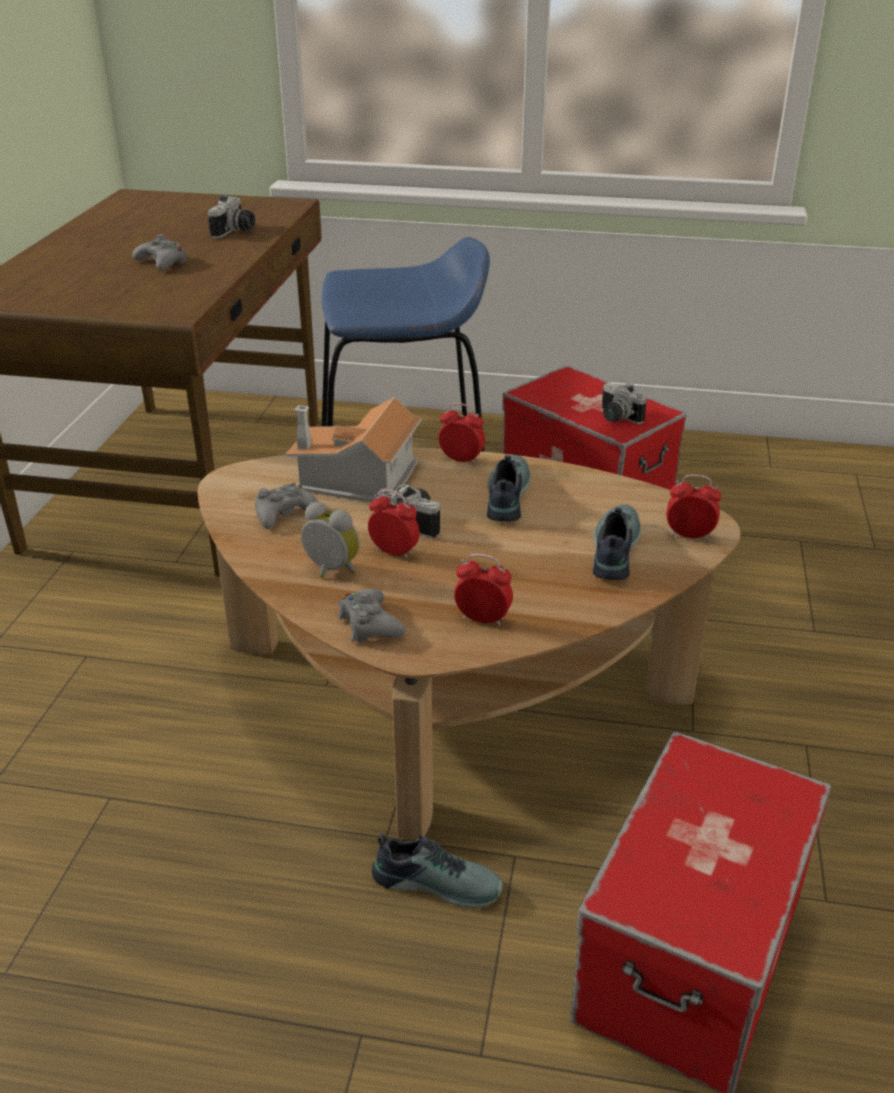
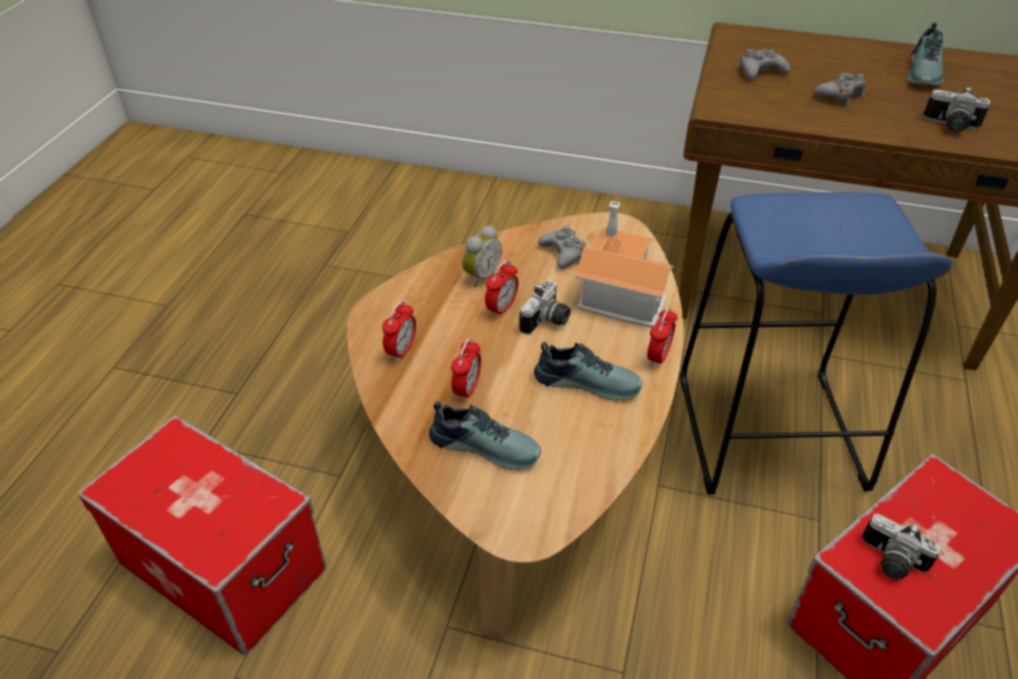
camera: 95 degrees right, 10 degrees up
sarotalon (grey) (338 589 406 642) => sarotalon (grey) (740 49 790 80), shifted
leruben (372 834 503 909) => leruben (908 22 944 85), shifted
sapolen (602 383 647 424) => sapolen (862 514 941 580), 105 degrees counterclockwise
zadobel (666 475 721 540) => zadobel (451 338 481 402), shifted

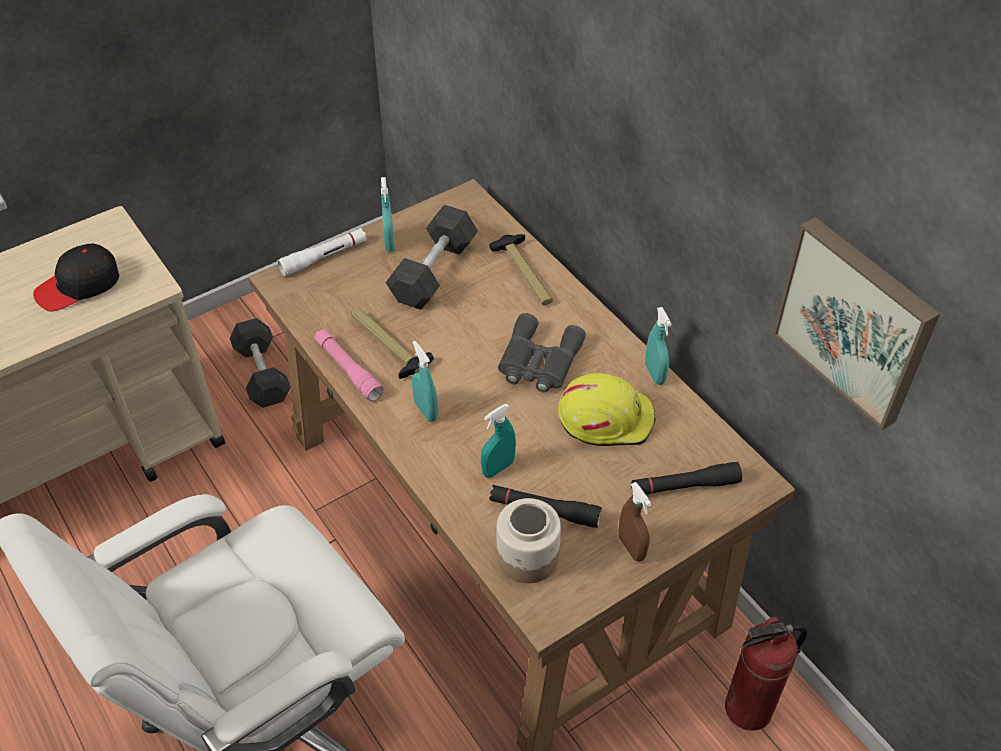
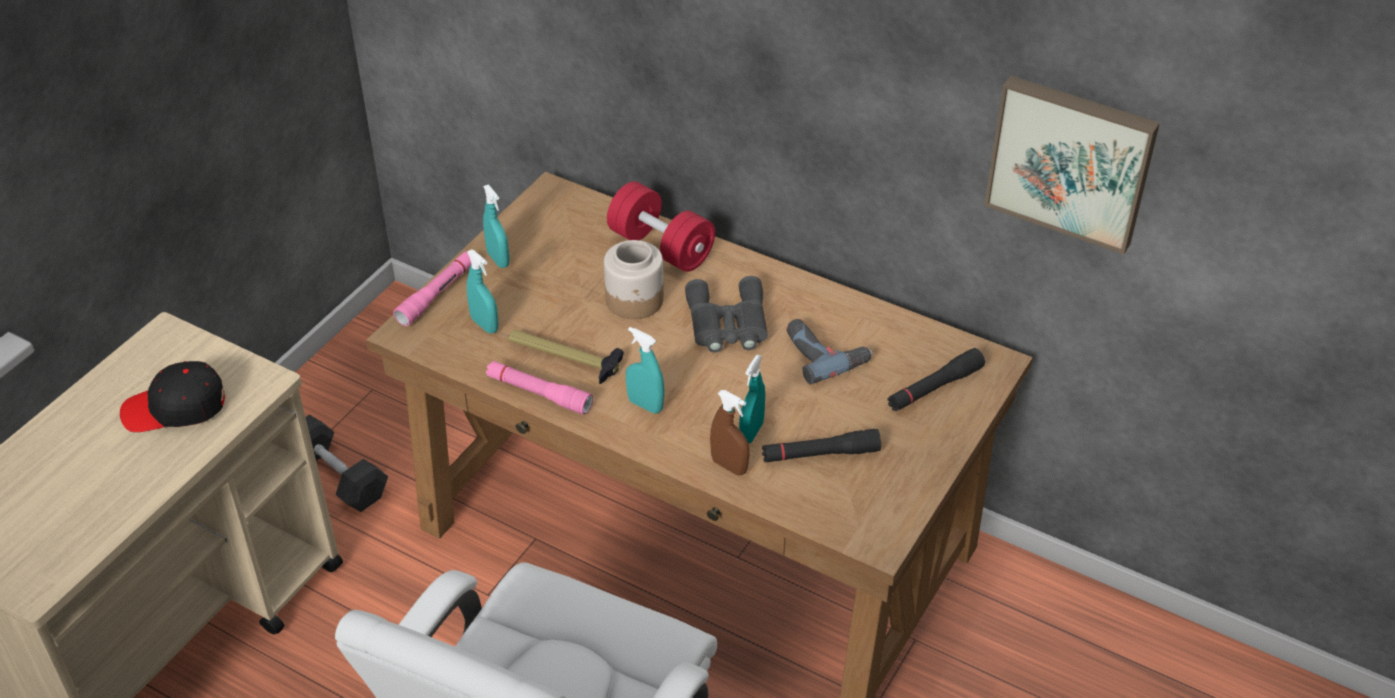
camera: 25 degrees left, 5 degrees down
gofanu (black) (33 243 119 312) => gofanu (black) (120 361 225 432), 45 degrees clockwise
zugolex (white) (277 228 367 276) => zugolex (pink) (393 252 471 326)
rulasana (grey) (386 205 478 310) => nothing
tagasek (489 234 553 305) => rulasana (red) (607 181 715 272)
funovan (497 498 561 583) => funovan (604 240 664 319), shifted
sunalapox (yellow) (558 373 656 446) => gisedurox (786 319 873 385)
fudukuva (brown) (619 482 651 562) => fudukuva (brown) (710 390 749 475), shifted
fudukuva (turquoise) (645 307 672 385) => fudukuva (turquoise) (467 249 499 333), shifted
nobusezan (725 617 807 731) => nothing

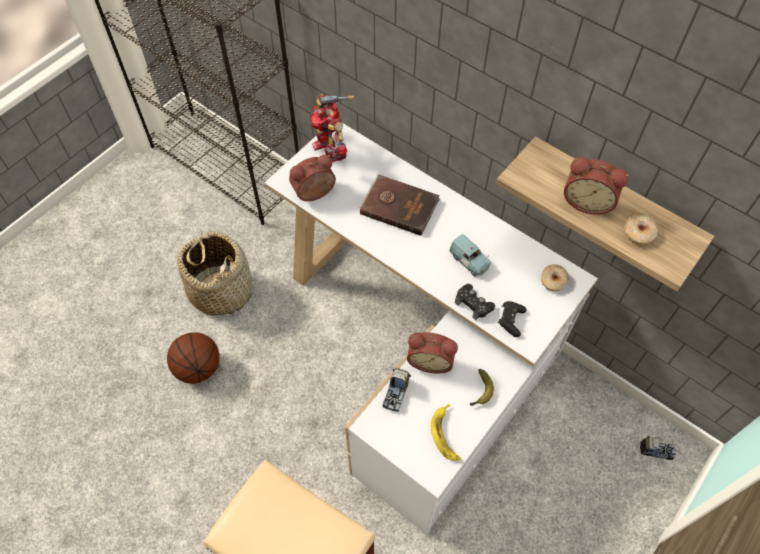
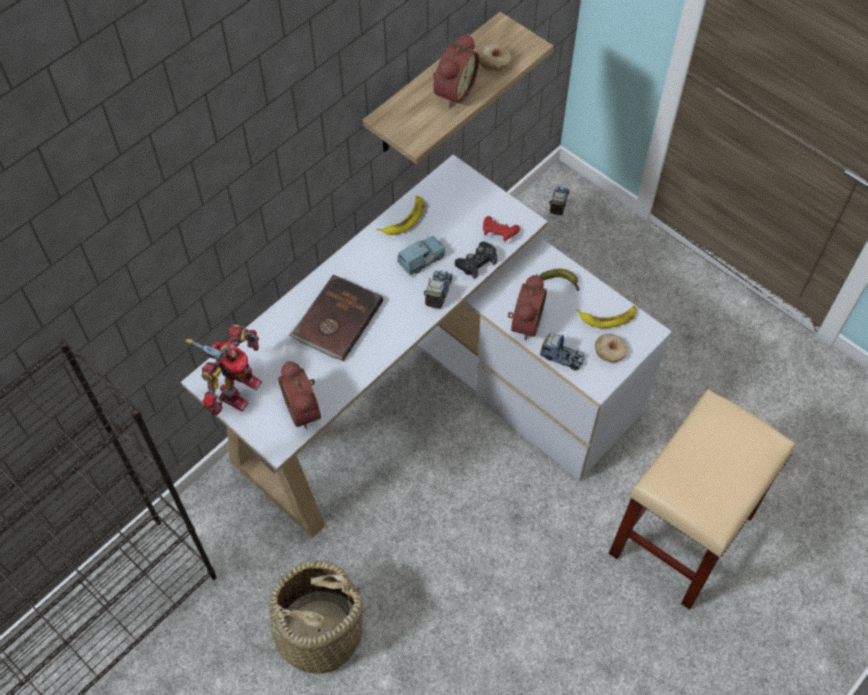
camera: 85 degrees left, 0 degrees up
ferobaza (167 332 220 384) => nothing
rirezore (310 94 354 162) => rirezore (185 325 262 415), 45 degrees counterclockwise
sarotalon (black) (498 301 526 337) => sarotalon (red) (483 216 520 242)
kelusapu (541 264 569 291) => kelusapu (595 333 627 363), shifted
nothing => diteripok (377 195 425 235)
nothing => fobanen (424 270 452 309)

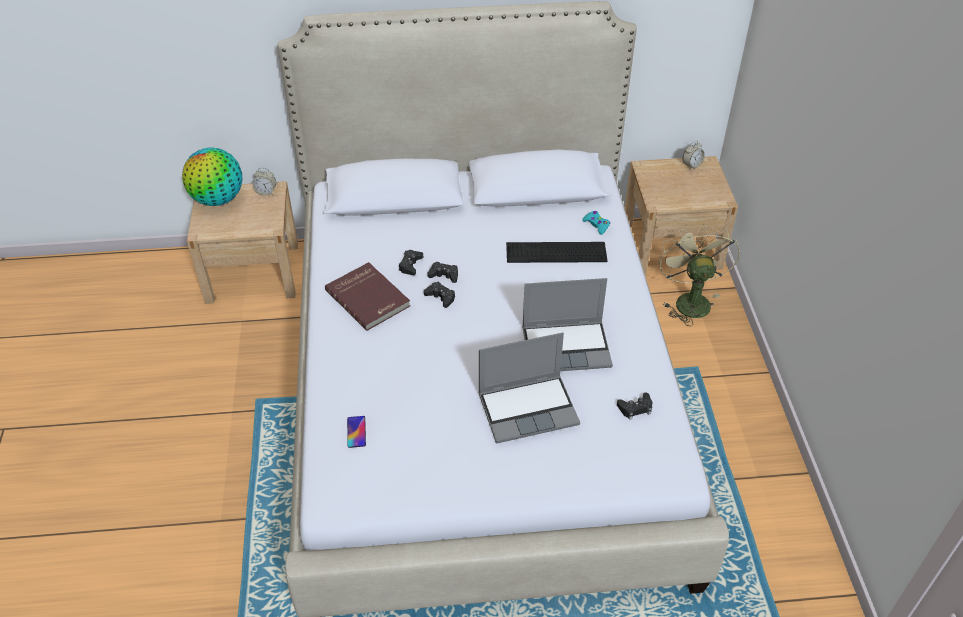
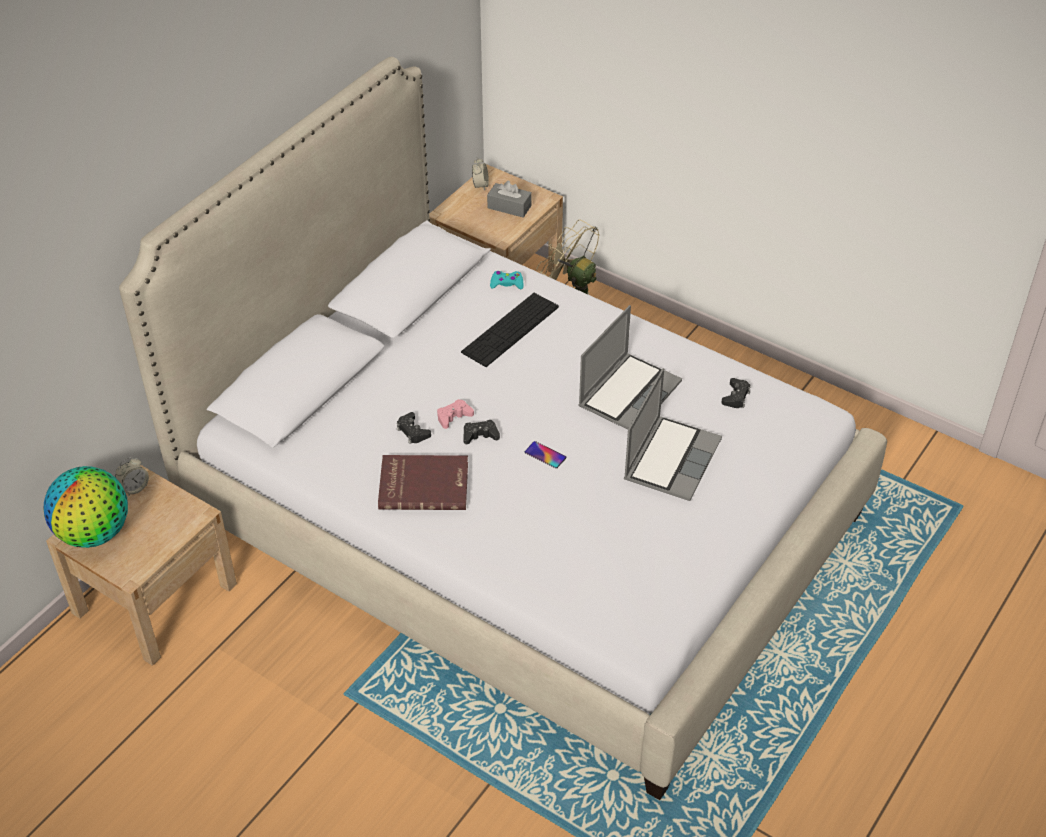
camera: 50 degrees left, 0 degrees up
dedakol (347 416 366 448) => dedakol (525 441 567 468), shifted
sarotalon (black) (427 262 458 283) => sarotalon (pink) (437 399 474 429)
nothing => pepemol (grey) (487 181 532 218)

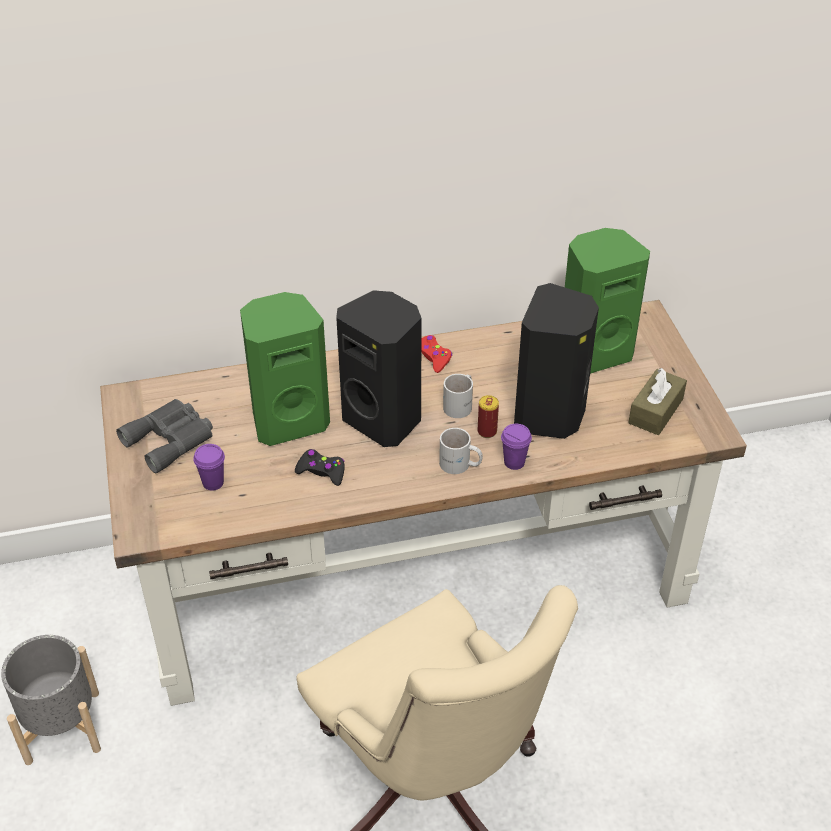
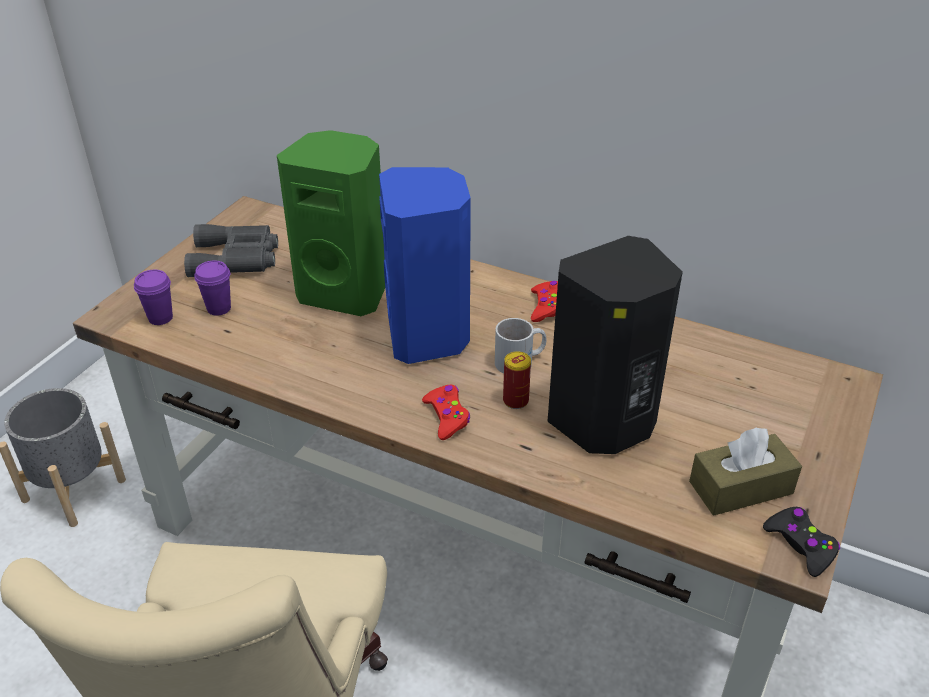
camera: 40 degrees right, 5 degrees down
sarotalon (black) (295 449 345 486) => sarotalon (black) (763 507 840 577), shifted
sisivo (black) (336 290 422 447) => sisivo (blue) (379 167 471 364)
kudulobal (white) (439 428 483 474) => sarotalon (red) (422 385 470 440)
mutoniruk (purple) (501 424 532 470) => mutoniruk (purple) (134 270 173 325), shifted
sisivo (green) (565 228 650 374) => nothing

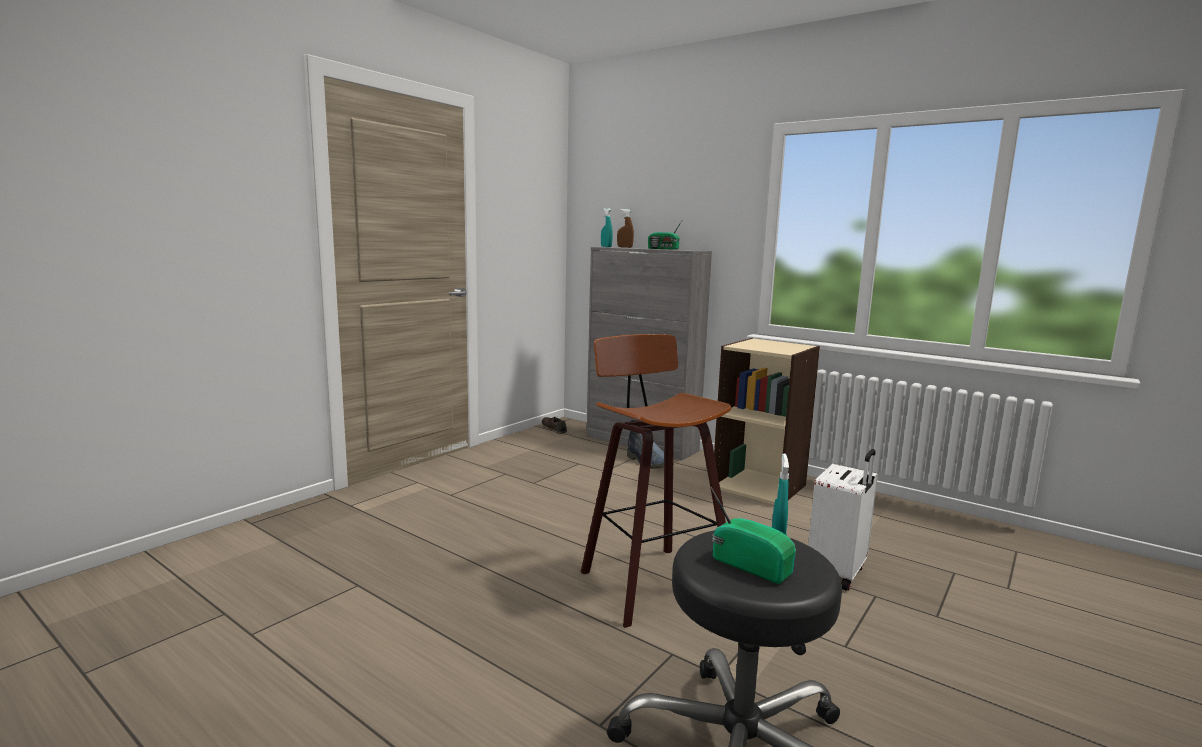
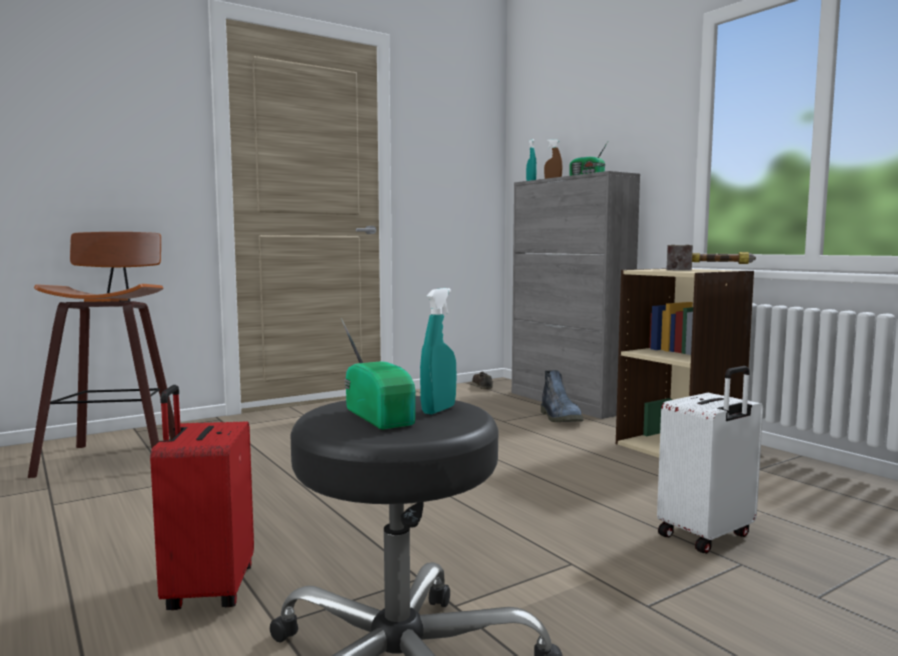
camera: 20 degrees right, 5 degrees down
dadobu (581 334 732 628) => dadobu (28 232 175 478), shifted
nothing => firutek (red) (150 385 254 610)
nothing => tagasek (667 245 756 271)

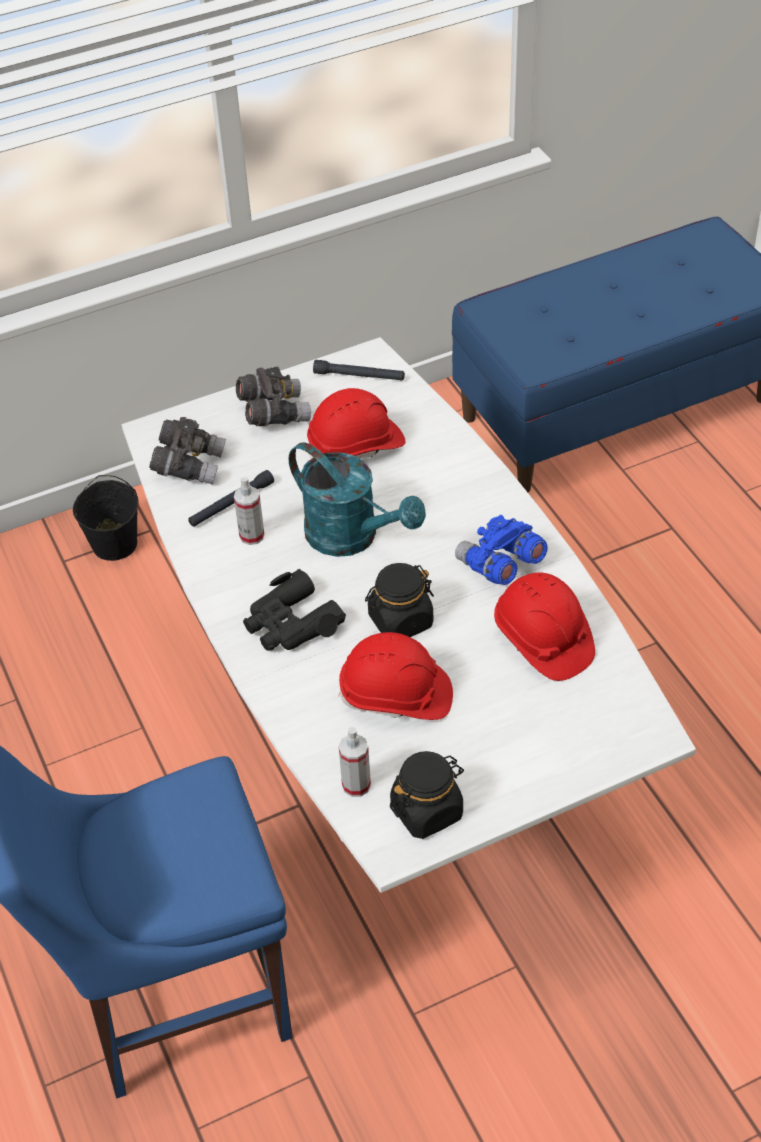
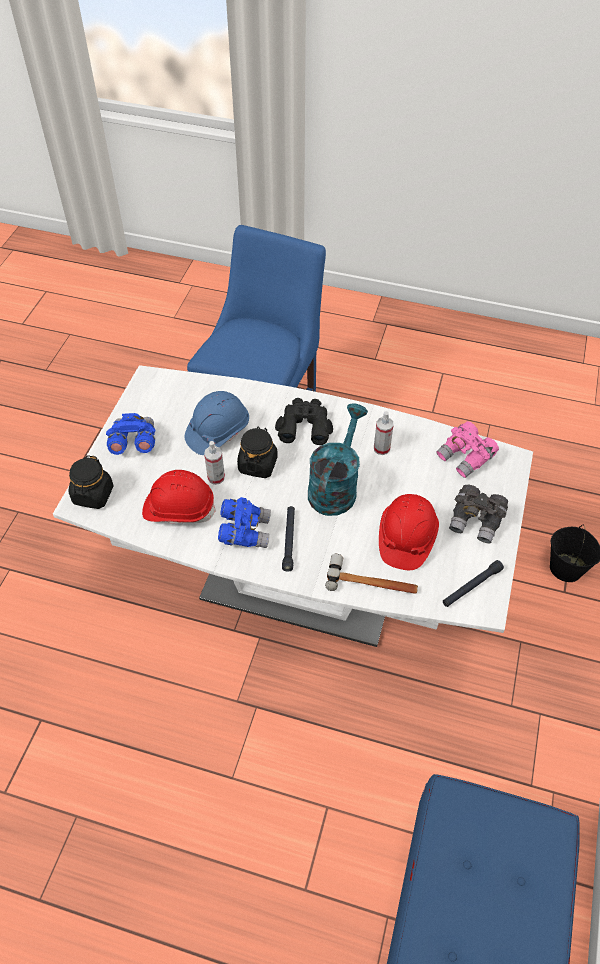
camera: 130 degrees right, 5 degrees up
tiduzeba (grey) (149 417 226 485) => tiduzeba (pink) (436 421 499 478)
zugolex (black) (188 470 274 527) => zugolex (black) (282 506 295 571), shifted
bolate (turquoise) (289 442 426 557) => bolate (turquoise) (308 403 368 516), 120 degrees clockwise
sunalapox (red) (339 632 453 720) => sunalapox (blue) (185 391 249 455)
fudukuva (339 727 371 797) => fudukuva (204 441 225 485), shifted
funovan (black) (390 751 464 839) => funovan (black) (69 455 114 509), shifted
nothing => tiduzeba (blue) (106 413 155 455)
nothing => tagasek (325 554 418 594)

